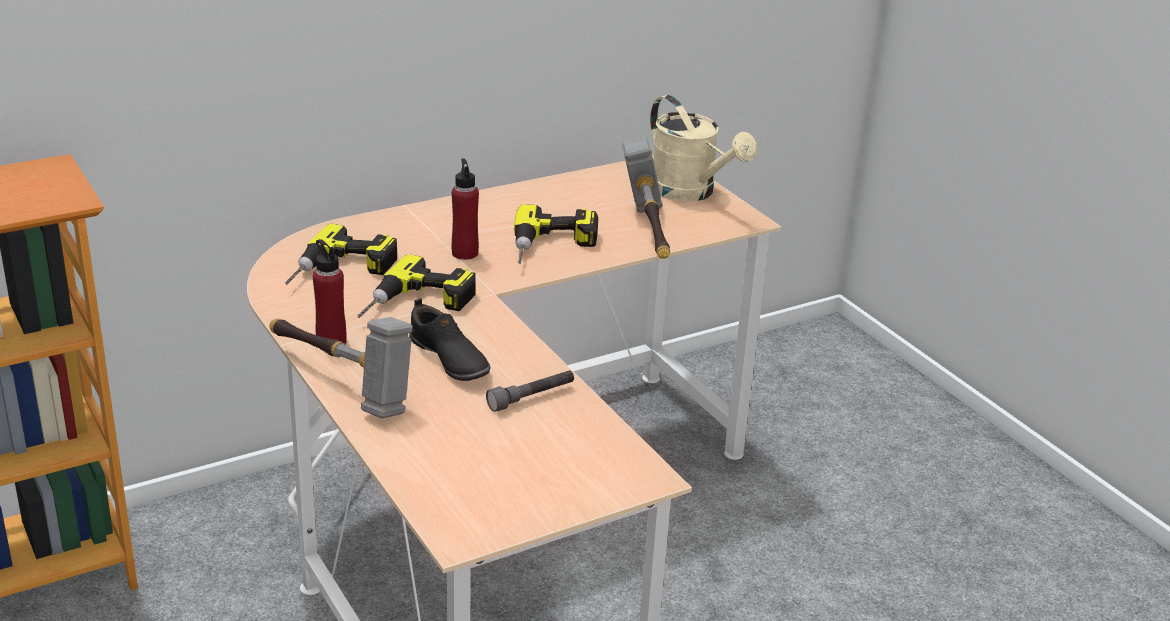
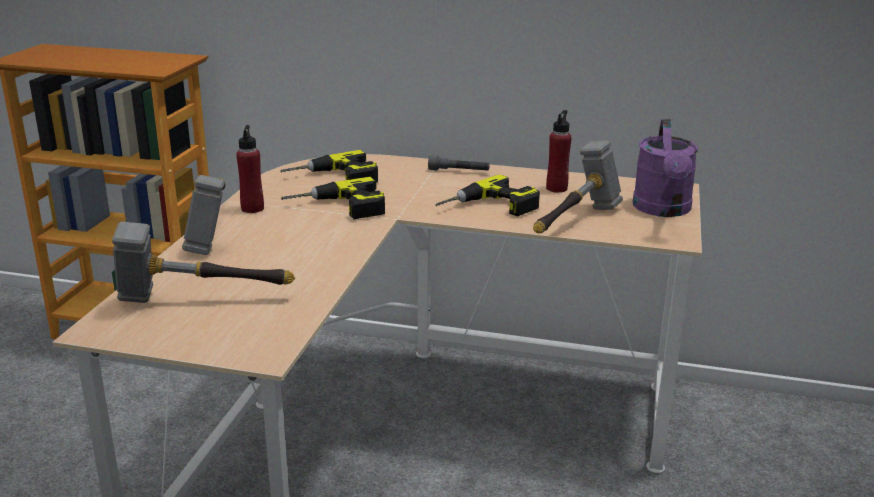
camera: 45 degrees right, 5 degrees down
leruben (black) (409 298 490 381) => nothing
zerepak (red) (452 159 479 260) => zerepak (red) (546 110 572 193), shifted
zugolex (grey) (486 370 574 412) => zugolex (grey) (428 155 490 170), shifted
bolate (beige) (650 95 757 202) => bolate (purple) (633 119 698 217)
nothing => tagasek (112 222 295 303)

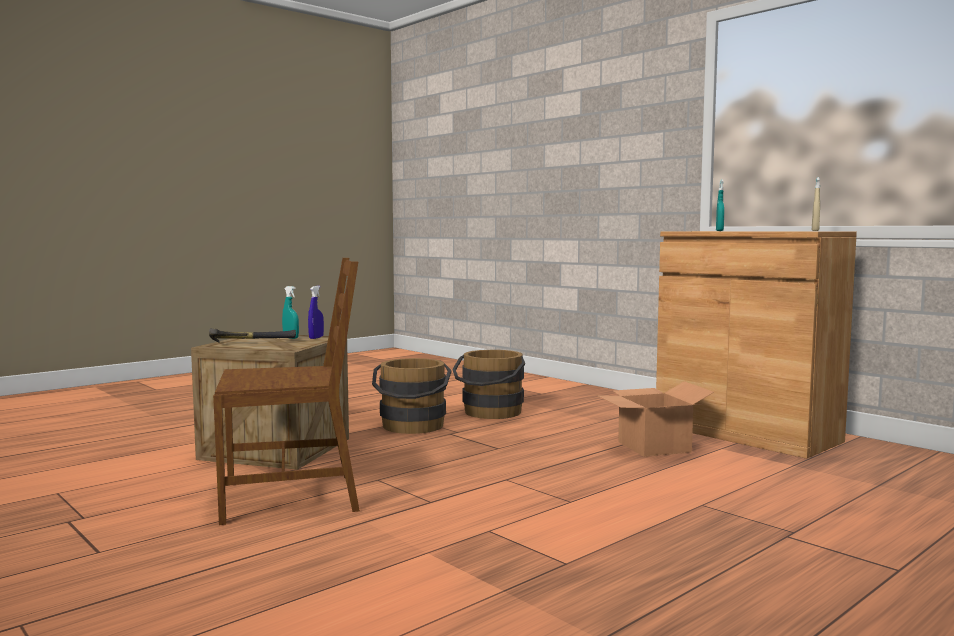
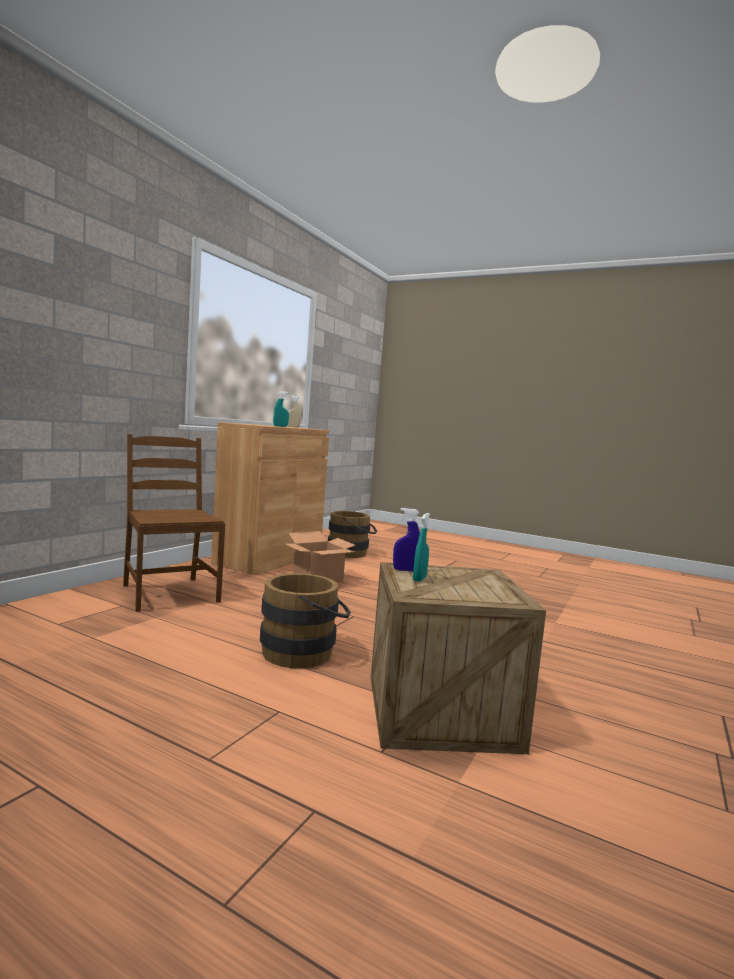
camera: 110 degrees left, 0 degrees up
tagasek (209 328 296 343) => nothing
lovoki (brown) (213 258 360 525) => lovoki (brown) (123 434 225 612), shifted
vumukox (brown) (452 350 525 419) => vumukox (brown) (328 511 377 558), shifted

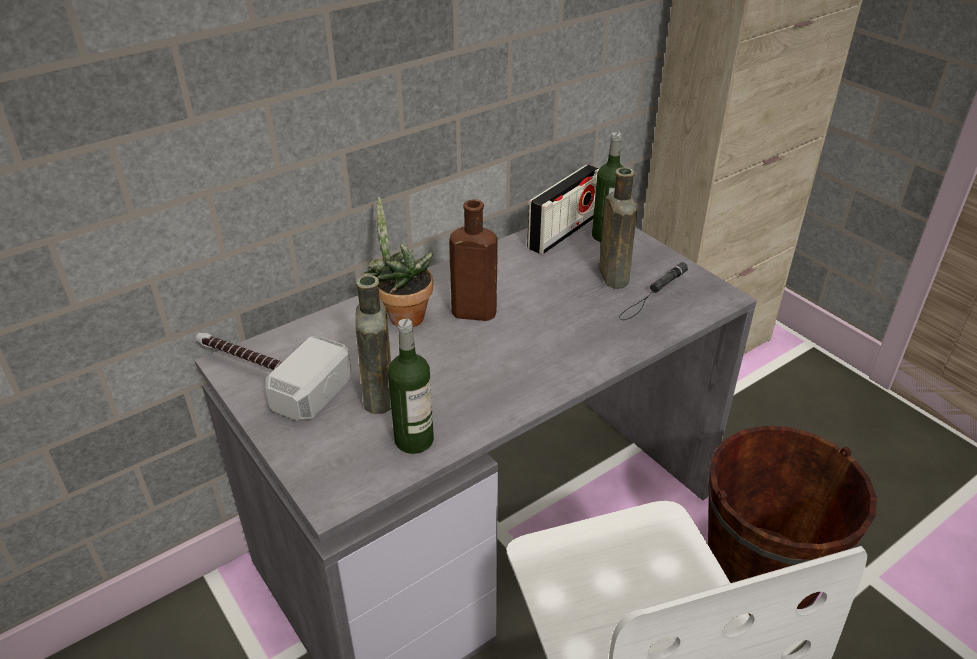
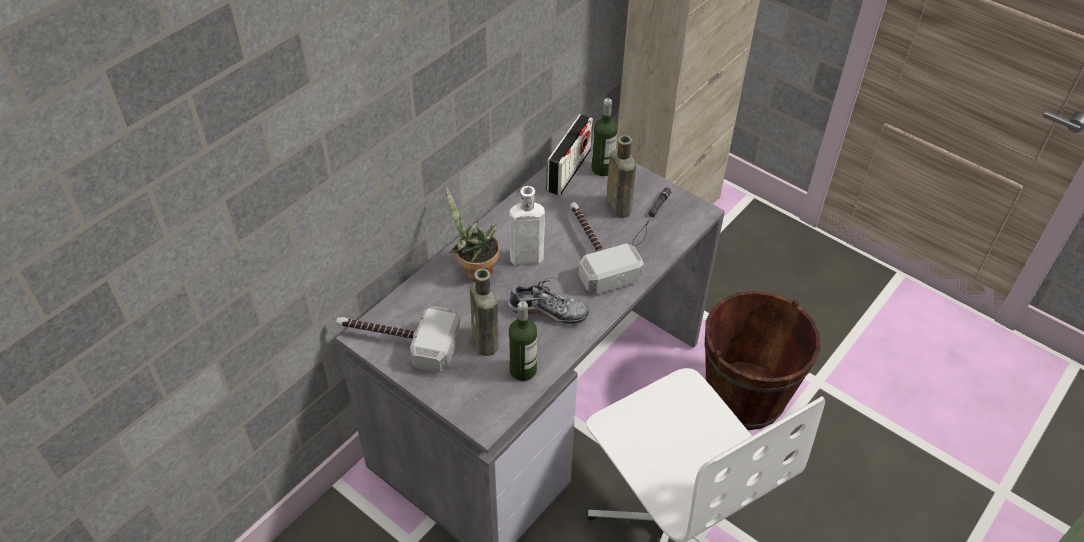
camera: 15 degrees left, 10 degrees up
zerepak (brown) (449 199 497 321) => zerepak (white) (509 186 545 266)
nothing => leruben (508 277 589 325)
nothing => tagasek (570 202 644 295)

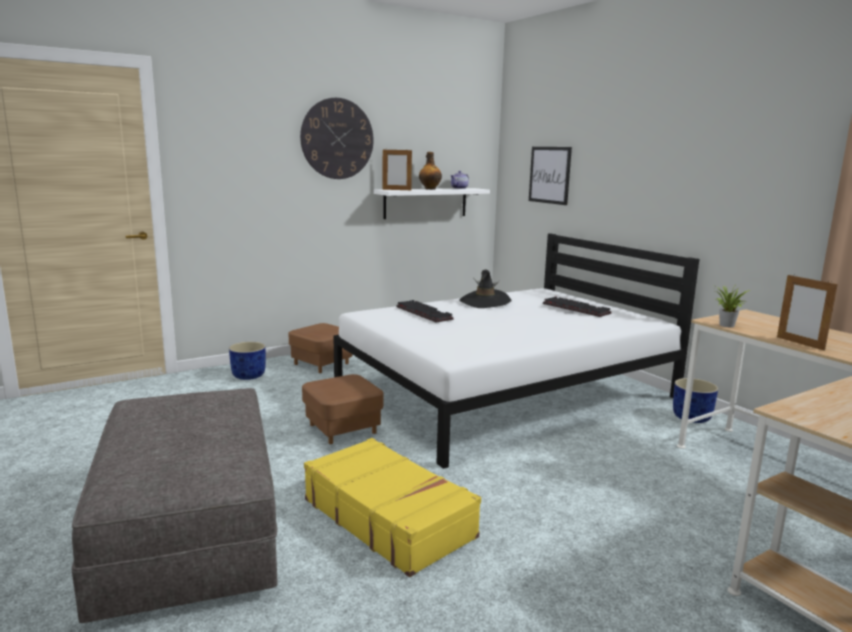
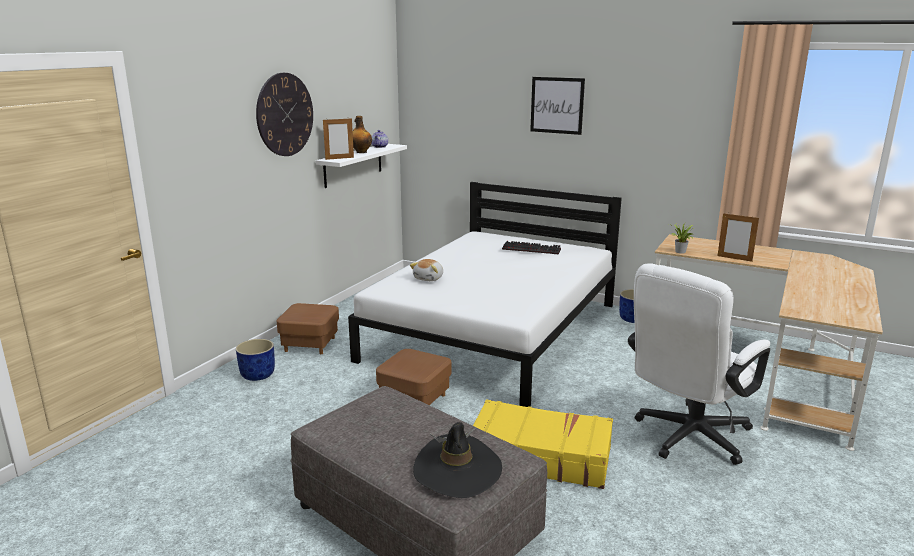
camera: 30 degrees left, 5 degrees up
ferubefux (396 300 453 322) => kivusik (410 259 443 281)
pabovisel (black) (459 269 512 308) => pabovisel (black) (413 422 502 498), shifted
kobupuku (529 147 572 205) => kobupuku (530 77 585 135), shifted
nothing => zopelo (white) (628 263 770 465)

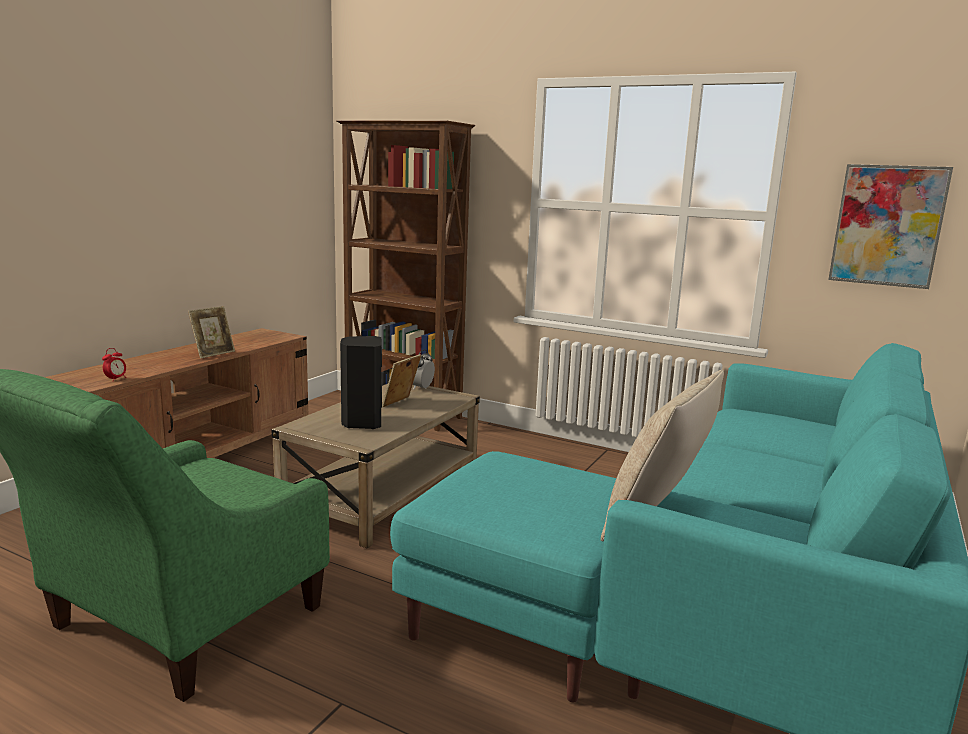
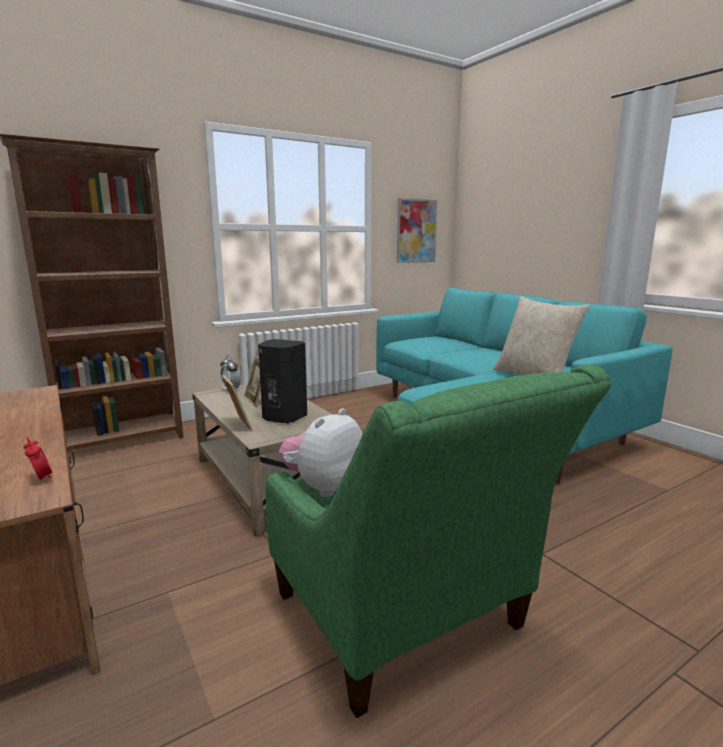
camera: 60 degrees left, 0 degrees up
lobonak (188 306 235 359) => lobonak (222 375 253 432), shifted
nothing => kivusik (279 408 363 497)

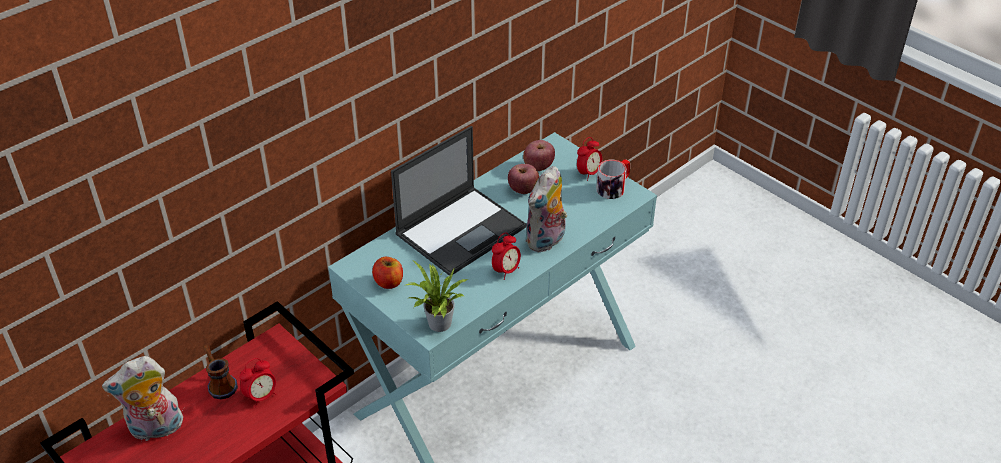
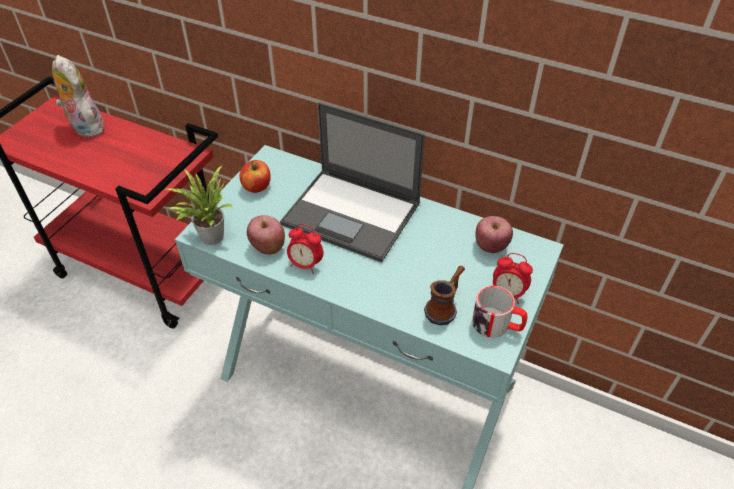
camera: 70 degrees right, 5 degrees up
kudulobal (203 345 238 399) => kudulobal (424 266 465 325), shifted
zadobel (239 358 276 407) => nothing
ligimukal (508 164 539 194) => ligimukal (247 215 285 254), shifted
kivusik (526 166 567 252) => nothing

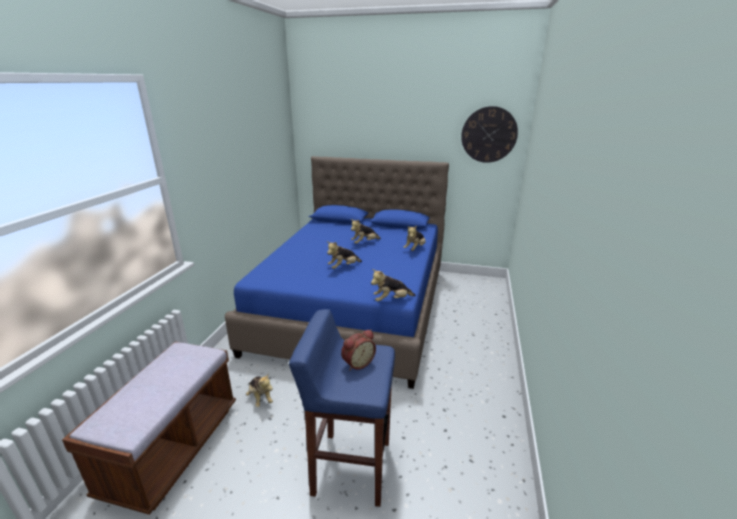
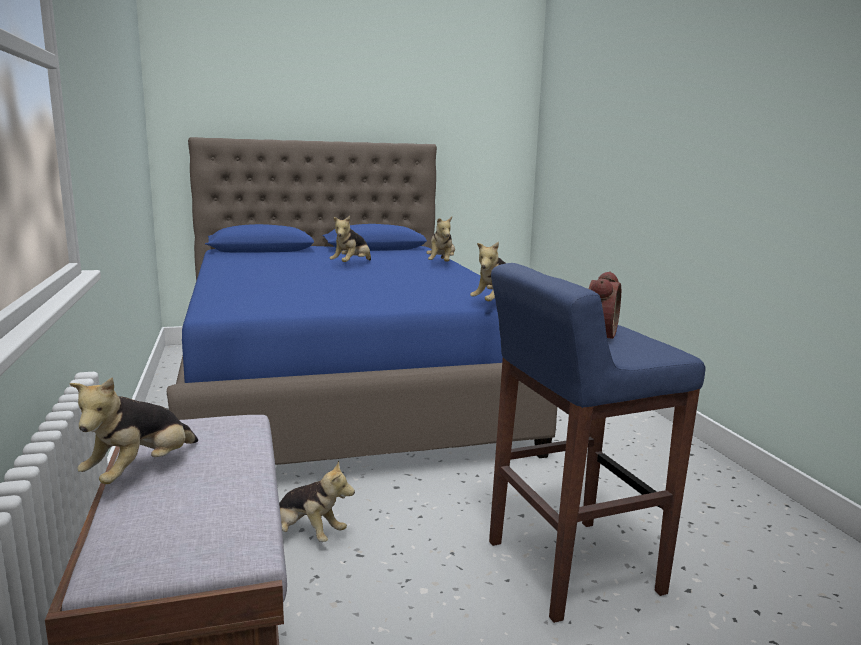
camera: 30 degrees left, 10 degrees down
kivusik (327 242 362 269) => kivusik (70 377 198 484), shifted
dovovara (461 106 518 163) => nothing

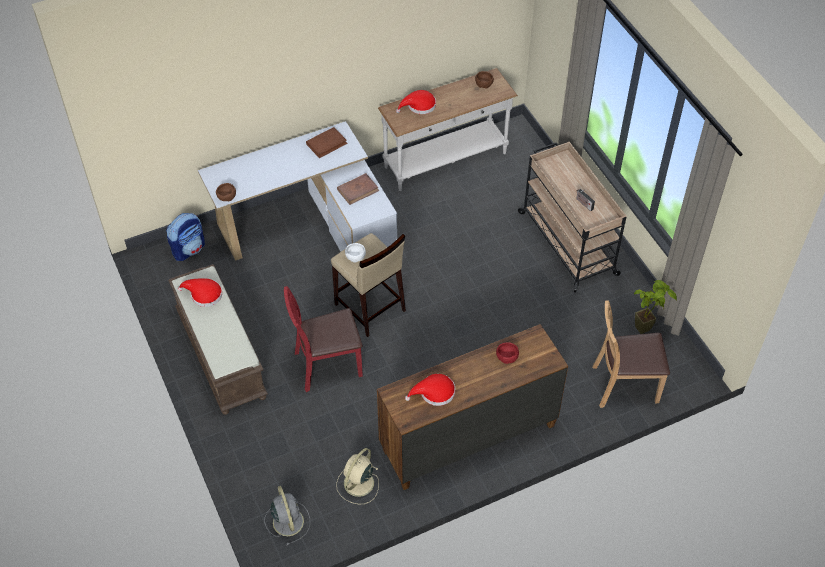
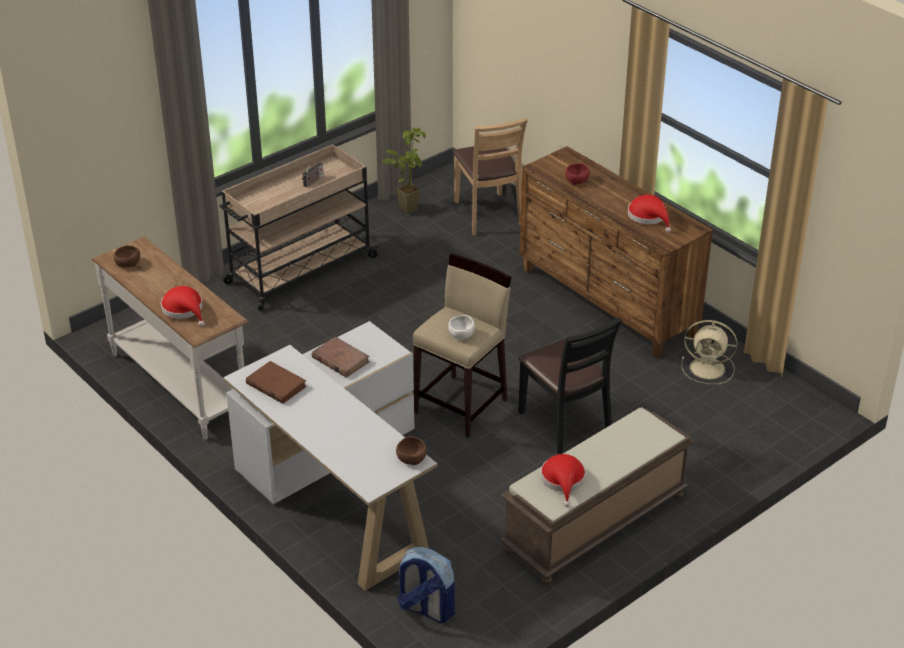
camera: 105 degrees left, 15 degrees down
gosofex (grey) (264 486 310 545) => nothing
lovoki (red) (284 286 363 392) => lovoki (black) (518 317 622 454)

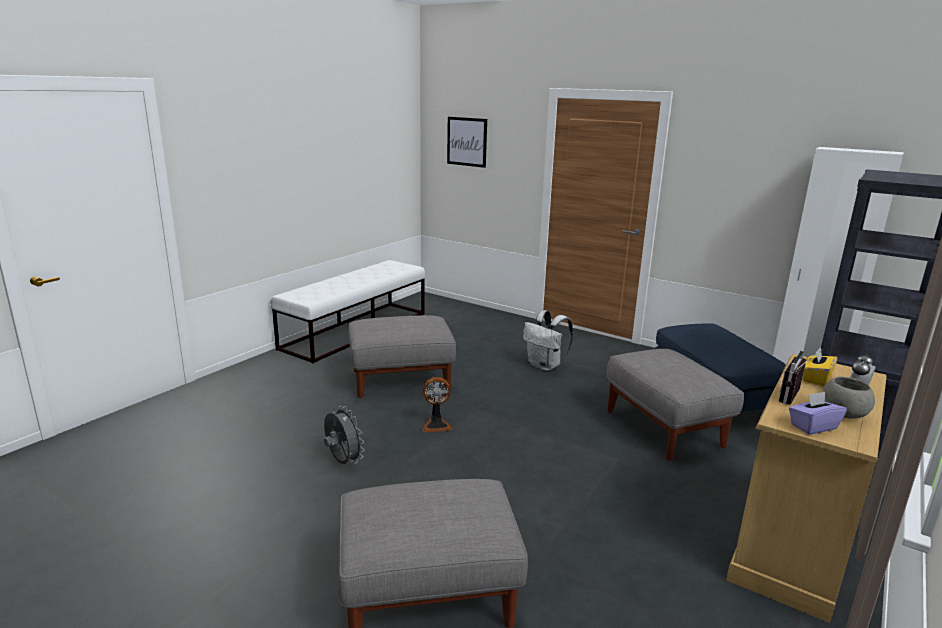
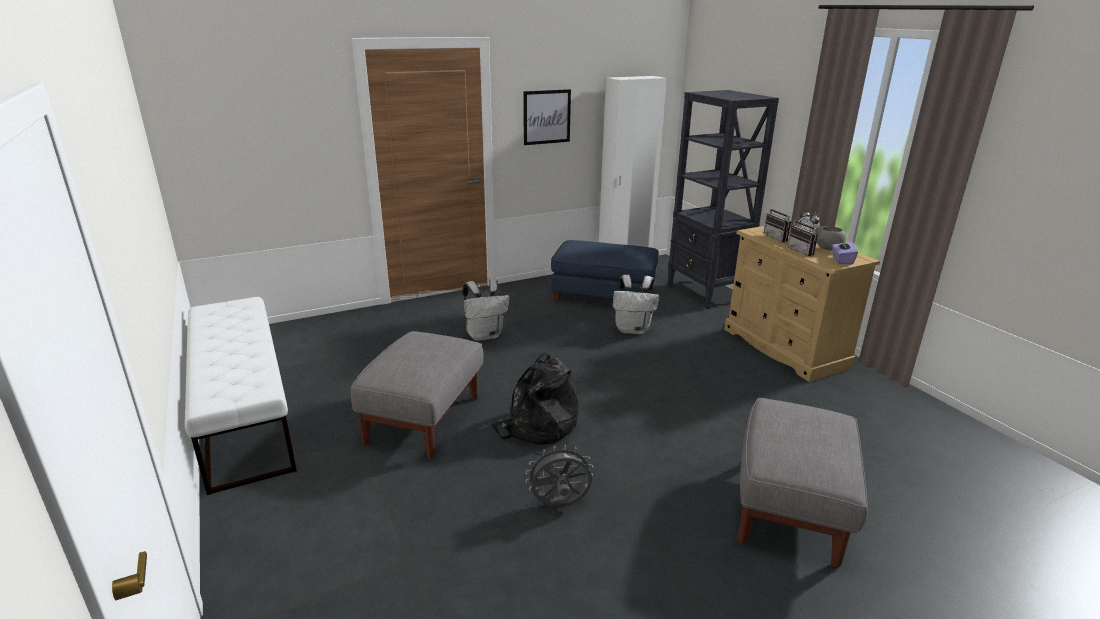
camera: 60 degrees left, 5 degrees up
gosofex (422 377 452 432) => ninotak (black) (490 352 579 445)
kobupuku (447 117 487 168) => kobupuku (523 89 571 145), shifted
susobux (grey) (607 349 744 461) => ninotak (white) (613 275 659 334)
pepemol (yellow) (803 347 837 386) => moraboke (764 209 791 243)

